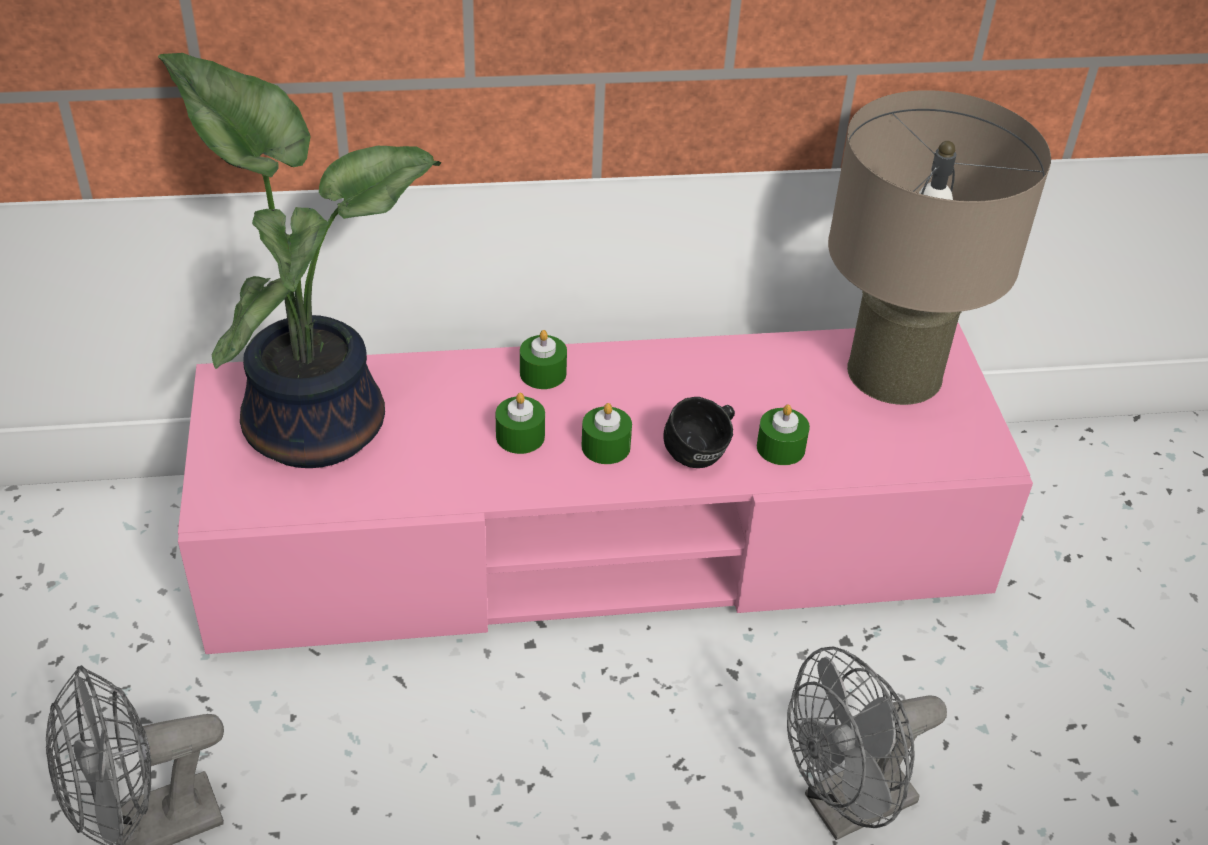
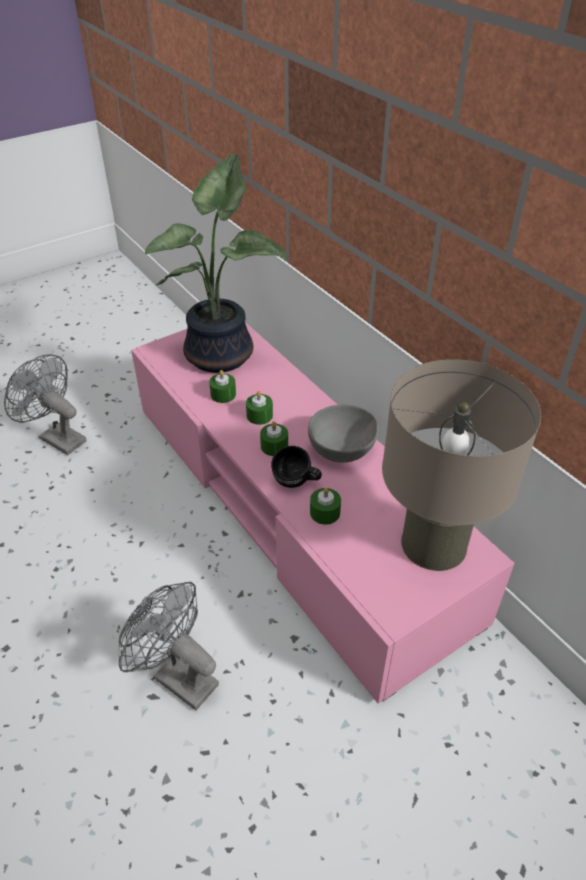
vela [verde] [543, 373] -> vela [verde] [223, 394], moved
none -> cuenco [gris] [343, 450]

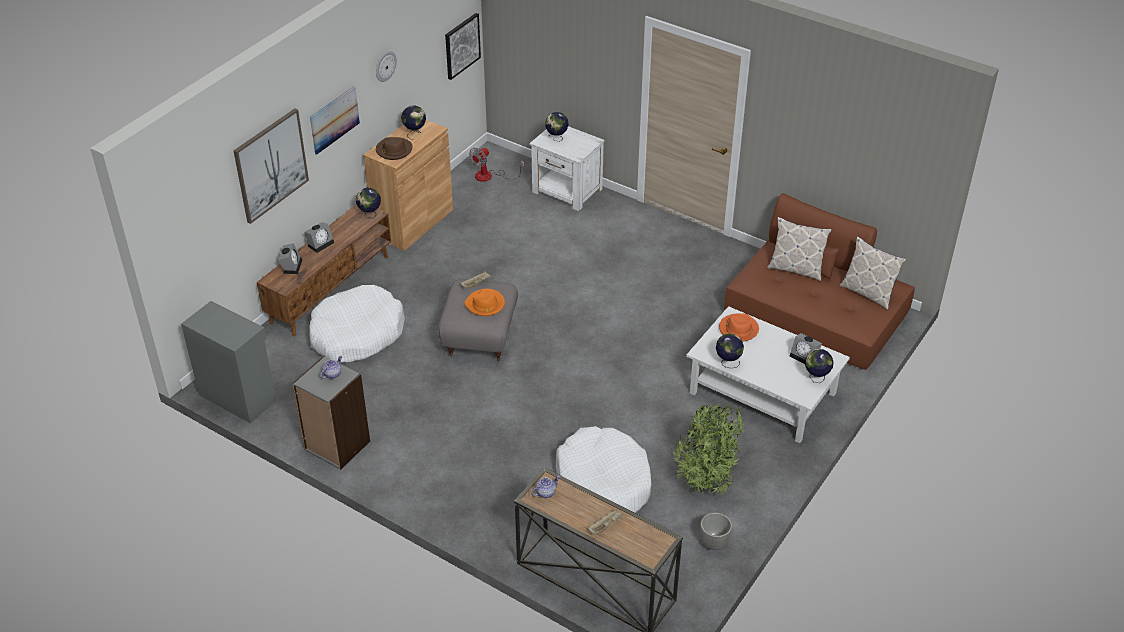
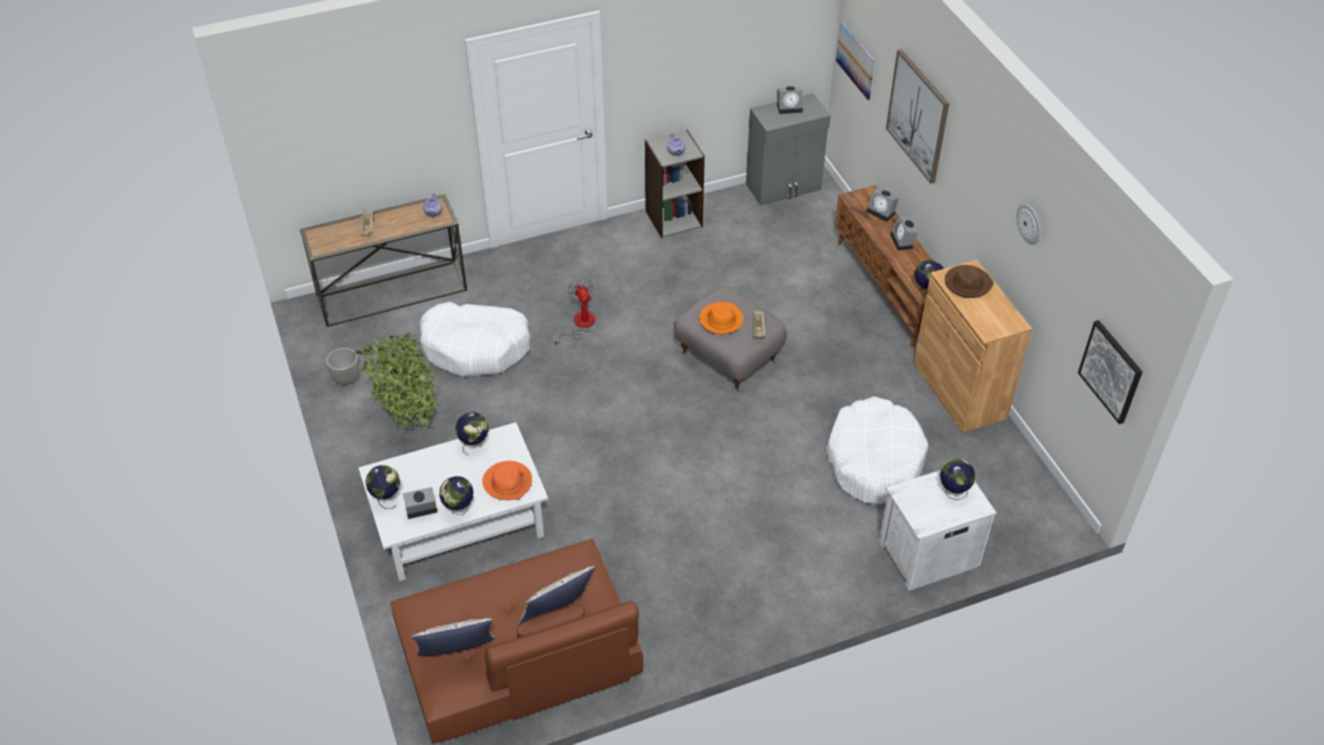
cama para perro [blanco] [356, 334] -> cama para perro [blanco] [874, 460], moved
cuadro [334, 120] -> cuadro [855, 60], moved
globo terráqueo [415, 133] -> globo terráqueo [459, 509], moved
ventilador [490, 176] -> ventilador [579, 325], moved
none -> despertador [790, 107]

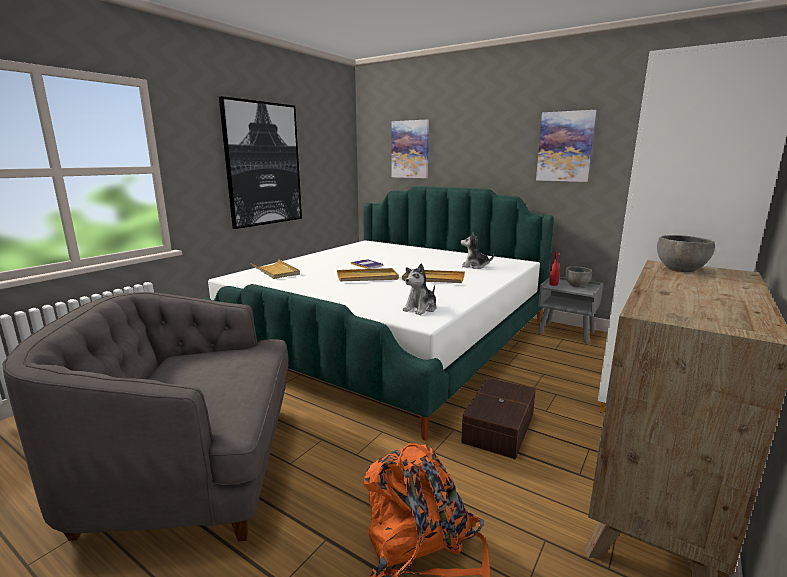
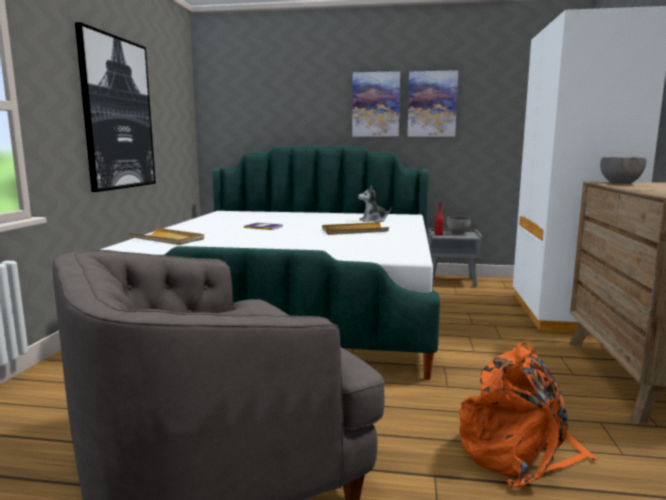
bandeja [beis] [367, 277] -> none
cuadro [410, 149] -> cuadro [375, 104], moved
peluche [421, 309] -> none
caja de almacenaje [marrón] [497, 428] -> none

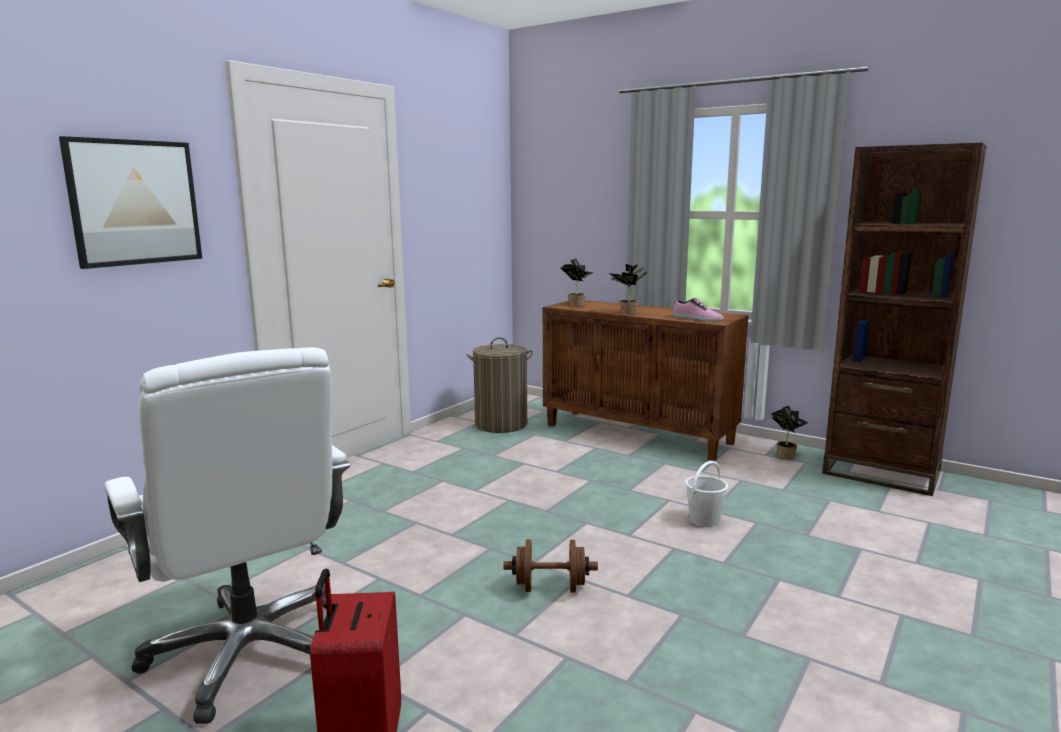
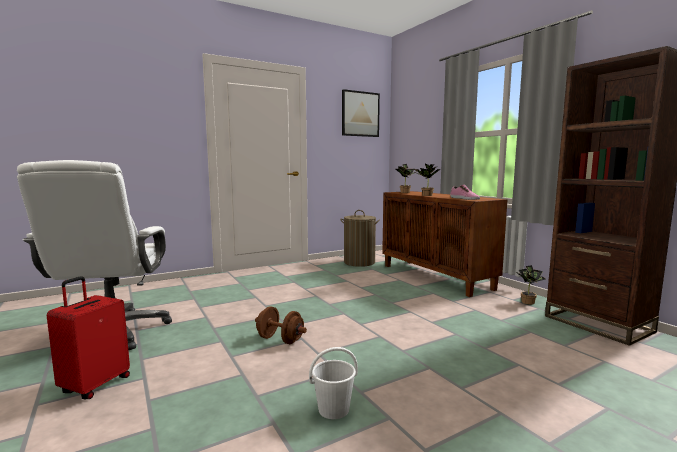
cuadro [135, 202] -> cuadro [360, 114], moved
cubo [blanco] [704, 520] -> cubo [blanco] [333, 409], moved

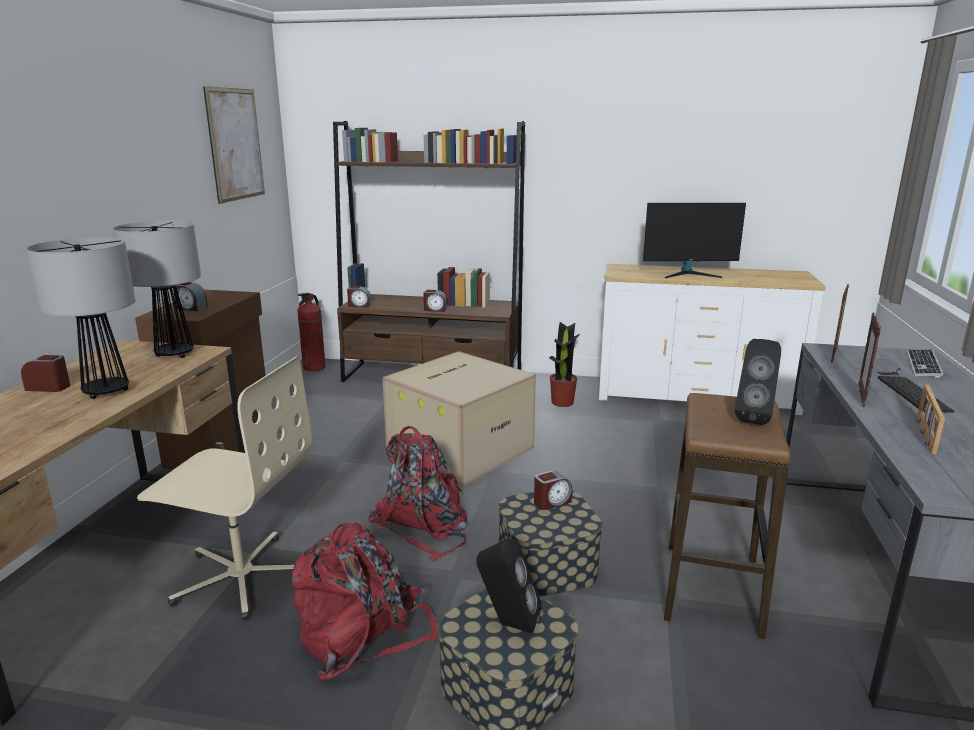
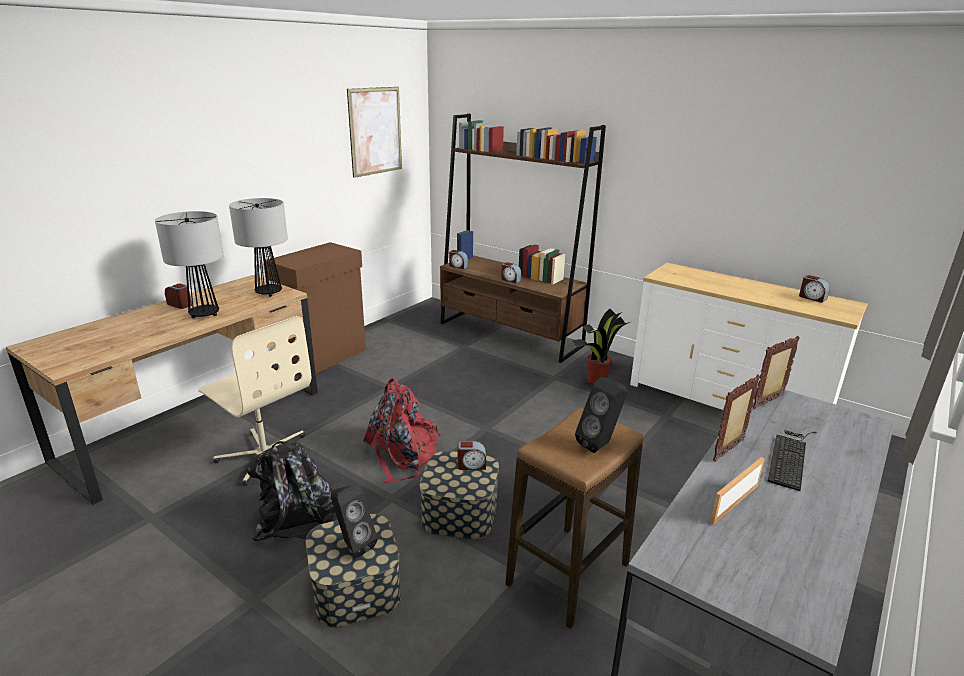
despertador [191, 308] -> despertador [812, 298], moved
mochila [rojo] [364, 634] -> mochila [negro] [302, 519]
extintor [314, 368] -> none
caja de cartón [460, 448] -> none
monitor [689, 274] -> none
teclado [923, 365] -> none

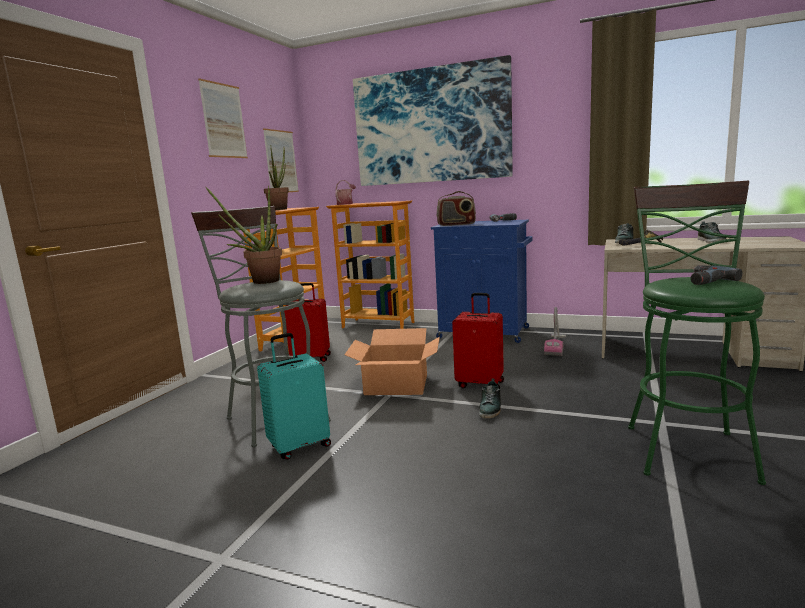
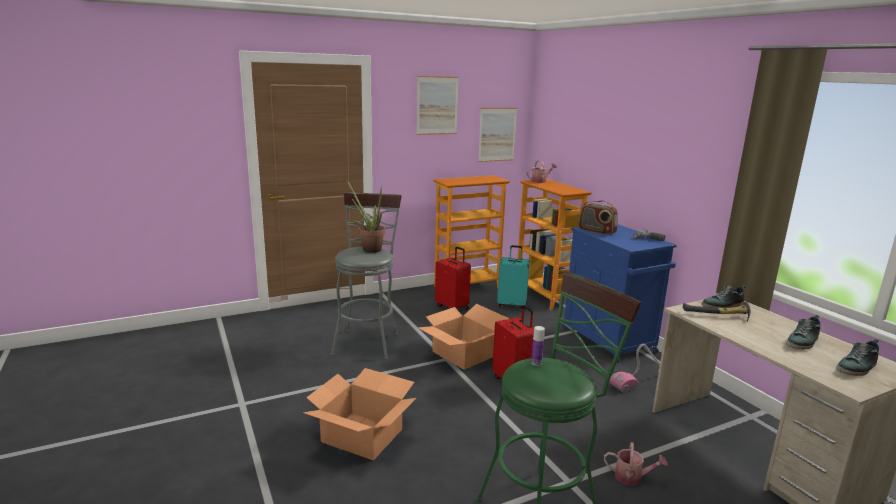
maleta [turquesa] [299, 446] -> maleta [turquesa] [512, 305], moved
planta en maceta [280, 209] -> none
cuadro [431, 126] -> none
zapato [490, 408] -> zapato [857, 367], moved
taladro [703, 280] -> none
none -> caja de cartón [362, 435]
none -> botella [536, 363]
none -> regadera [632, 477]

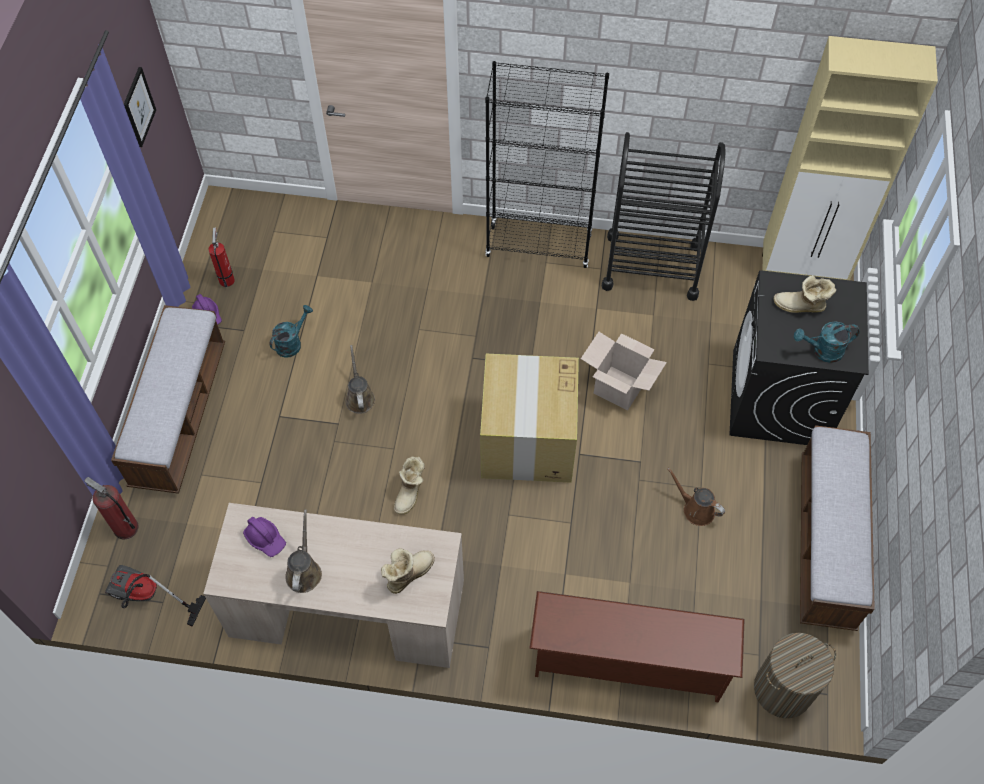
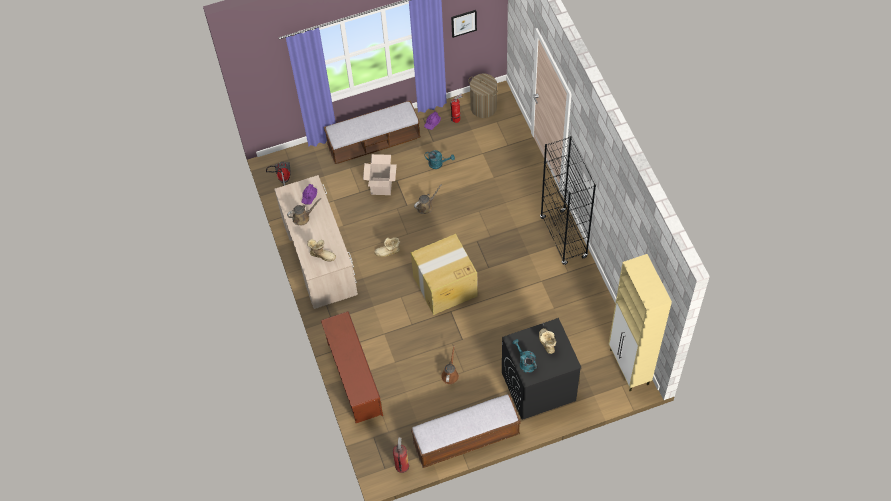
extintor [125, 528] -> extintor [402, 466], moved
caja de cartón [619, 388] -> caja de cartón [381, 186], moved
carrito [negro] [651, 266] -> none
cesto de la ropa [782, 689] -> cesto de la ropa [483, 107], moved

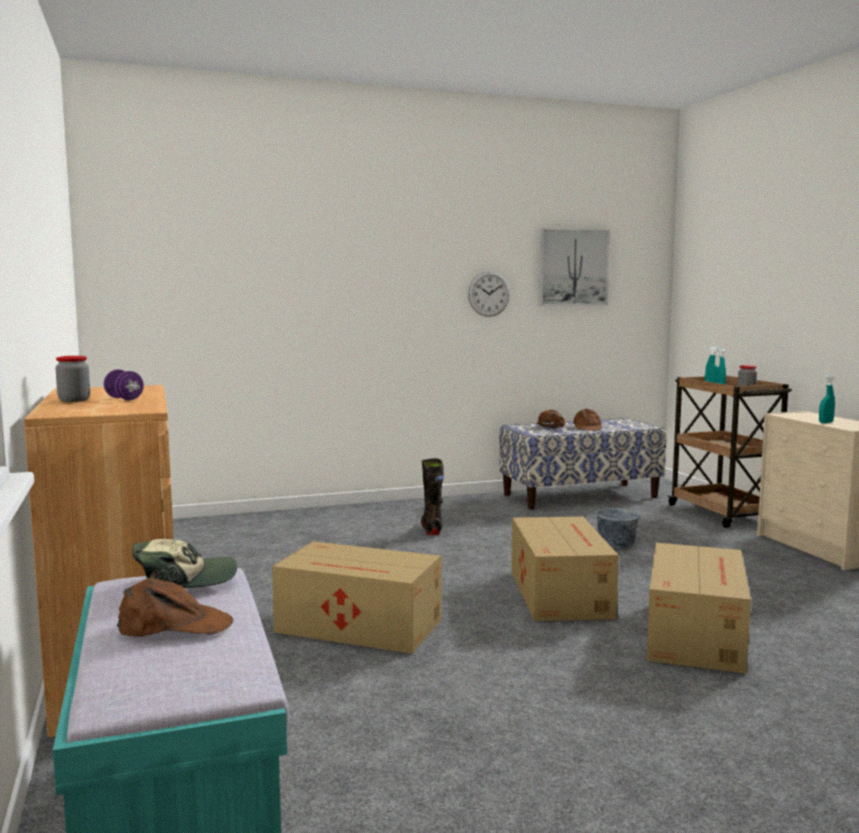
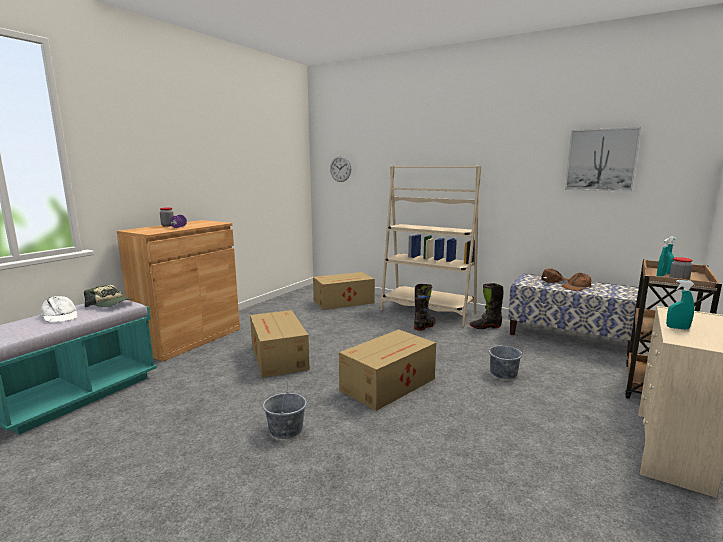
gorra [marrón] [175, 626] -> gorra [blanco] [60, 316]
reloj de pared [489, 294] -> reloj de pared [340, 168], moved
caja de cartón [696, 634] -> caja de cartón [344, 302], moved
none -> cubo [gris] [286, 429]
none -> estantería [beis] [428, 311]
none -> bota [negro] [485, 327]

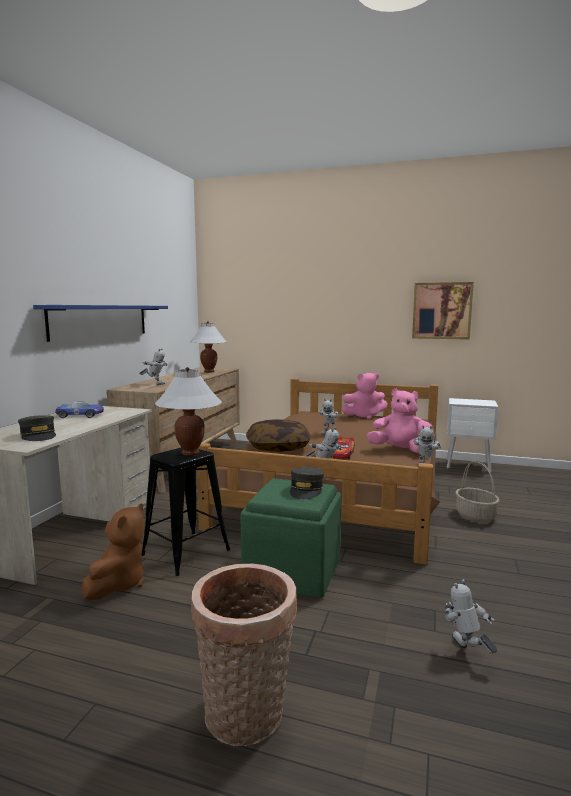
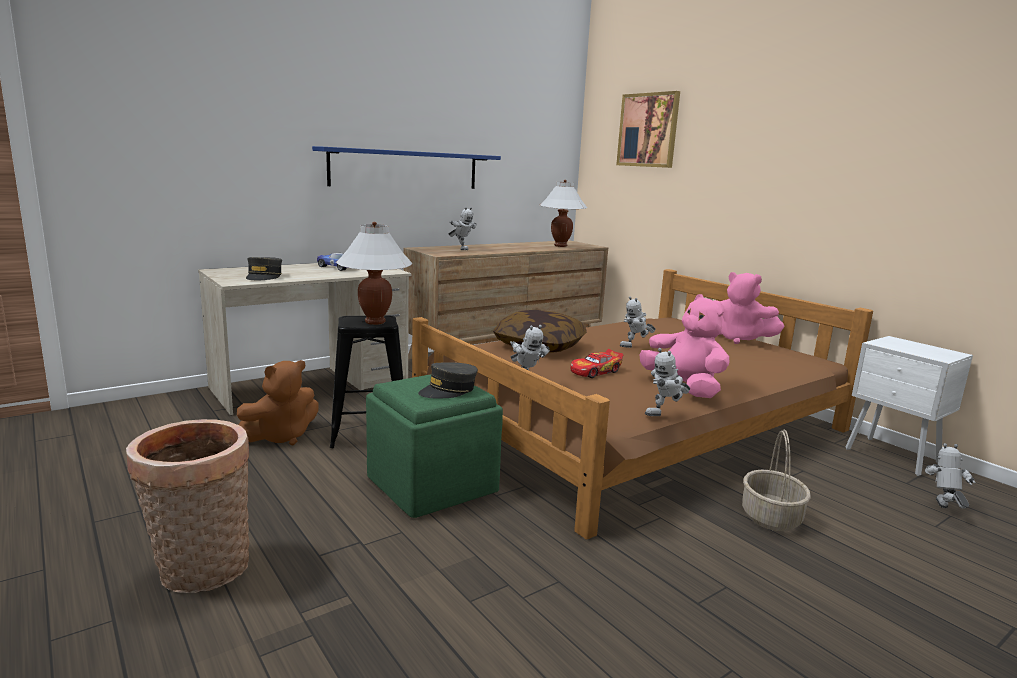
cuadro [442, 311] -> cuadro [648, 130], moved
robot de juguete [466, 652] -> robot de juguete [943, 510], moved

